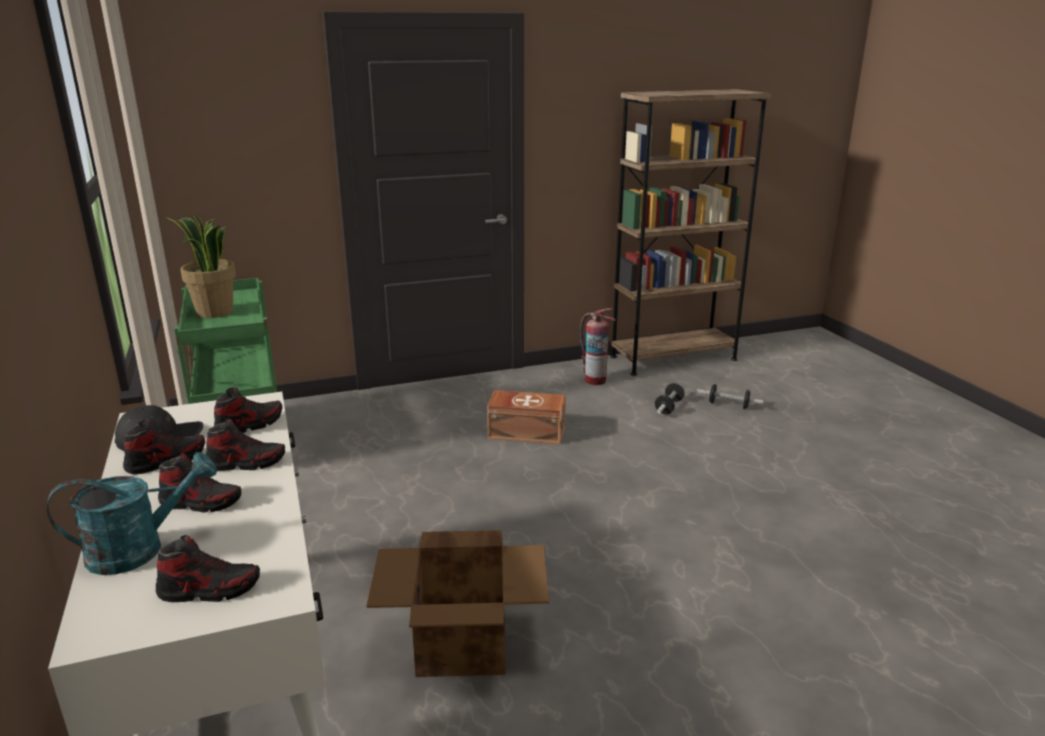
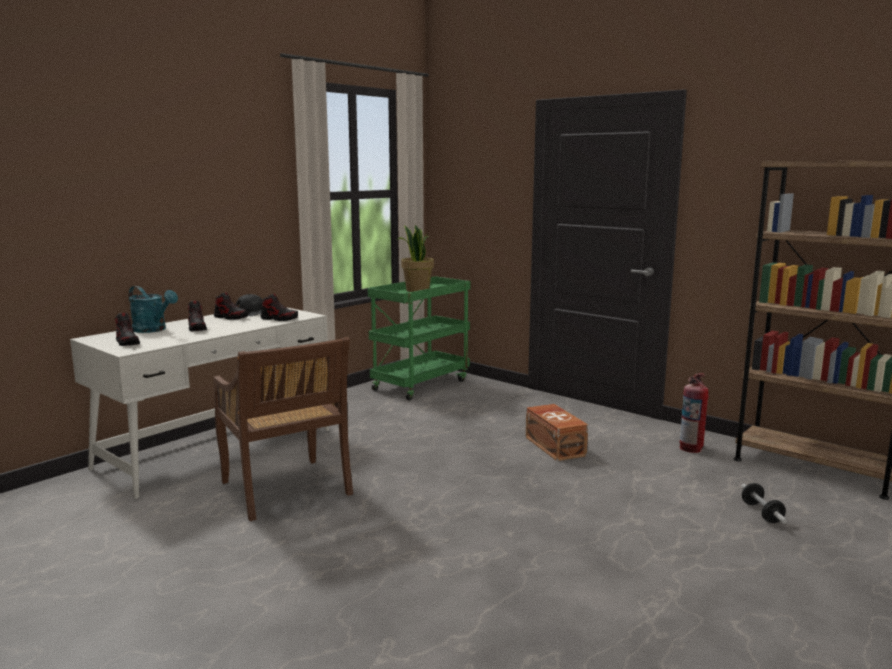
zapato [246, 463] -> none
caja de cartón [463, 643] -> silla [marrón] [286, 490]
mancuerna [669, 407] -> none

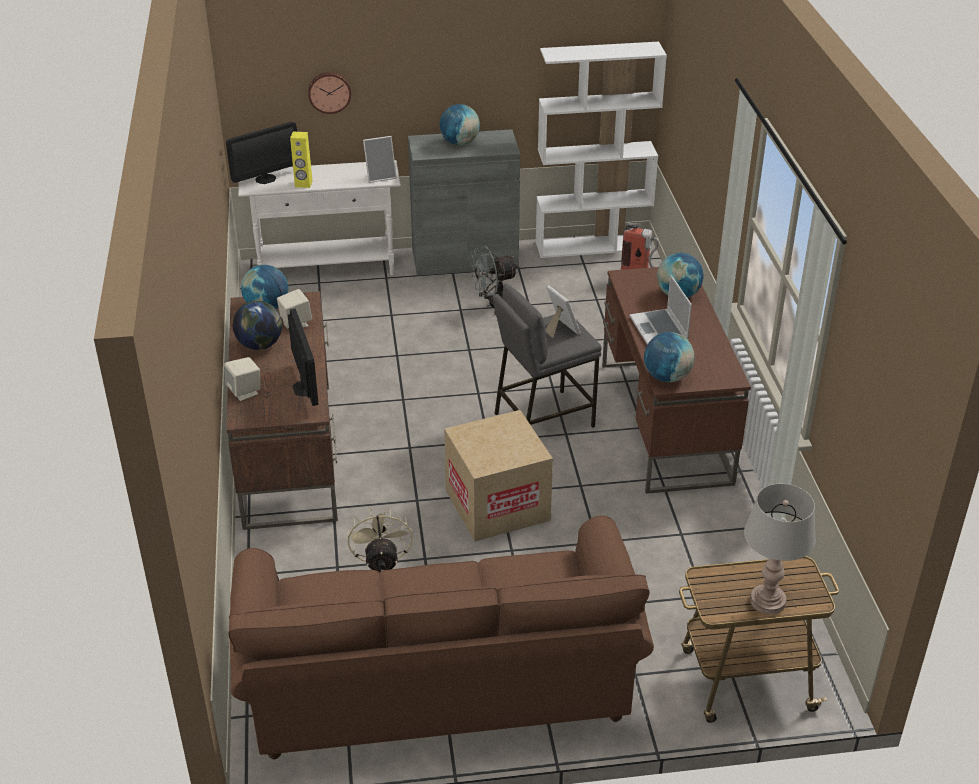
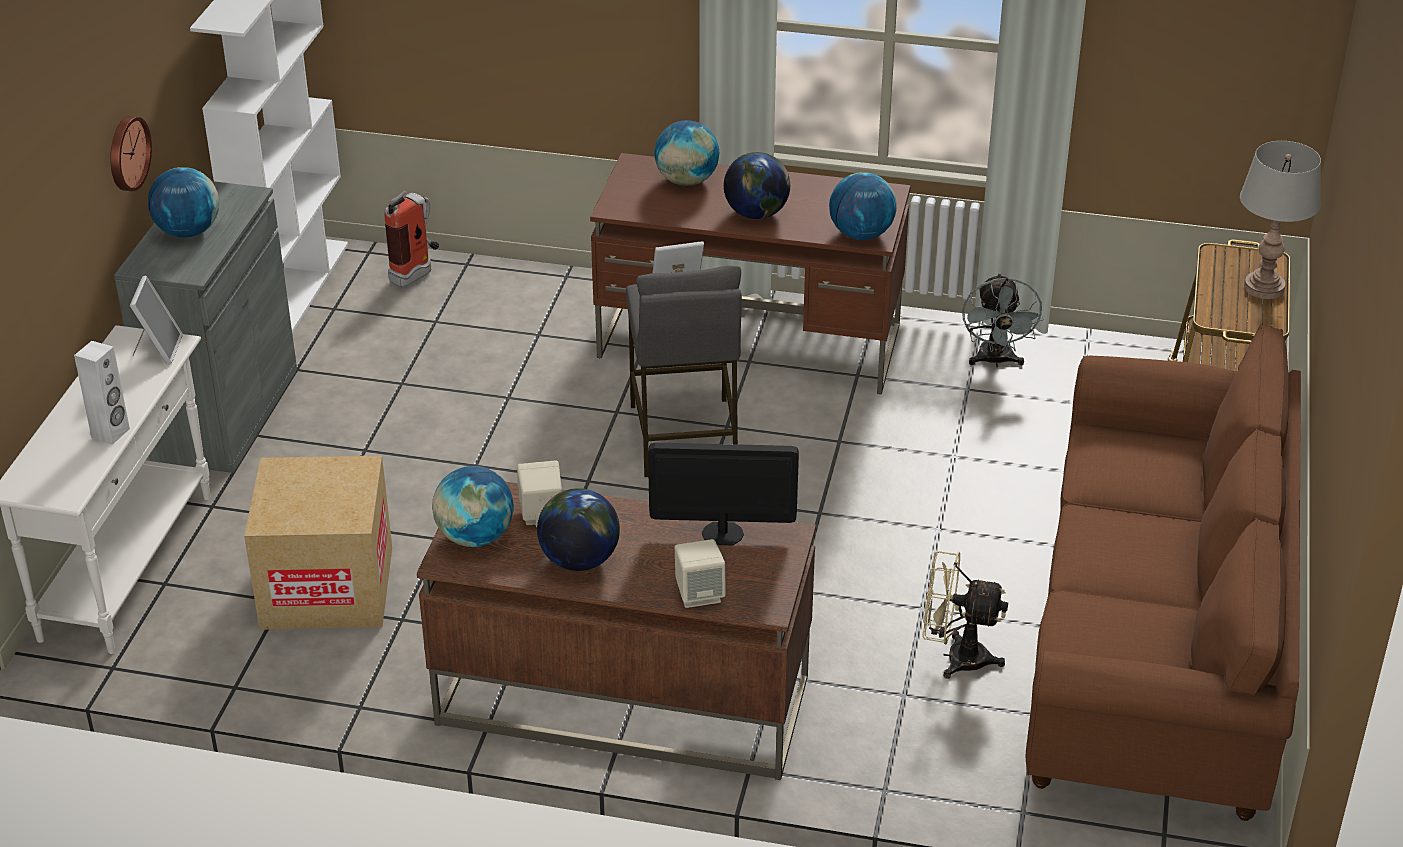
monitor [265, 179] -> none
altavoz [amarillo] [303, 184] -> altavoz [blanco] [111, 433]
reloj de pared [329, 92] -> reloj de pared [126, 153], moved
caja de cartón [497, 505] -> caja de cartón [327, 587], moved
ventilador [gris] [493, 305] -> ventilador [gris] [995, 361], moved
portátil [659, 330] -> globo terráqueo [756, 213]

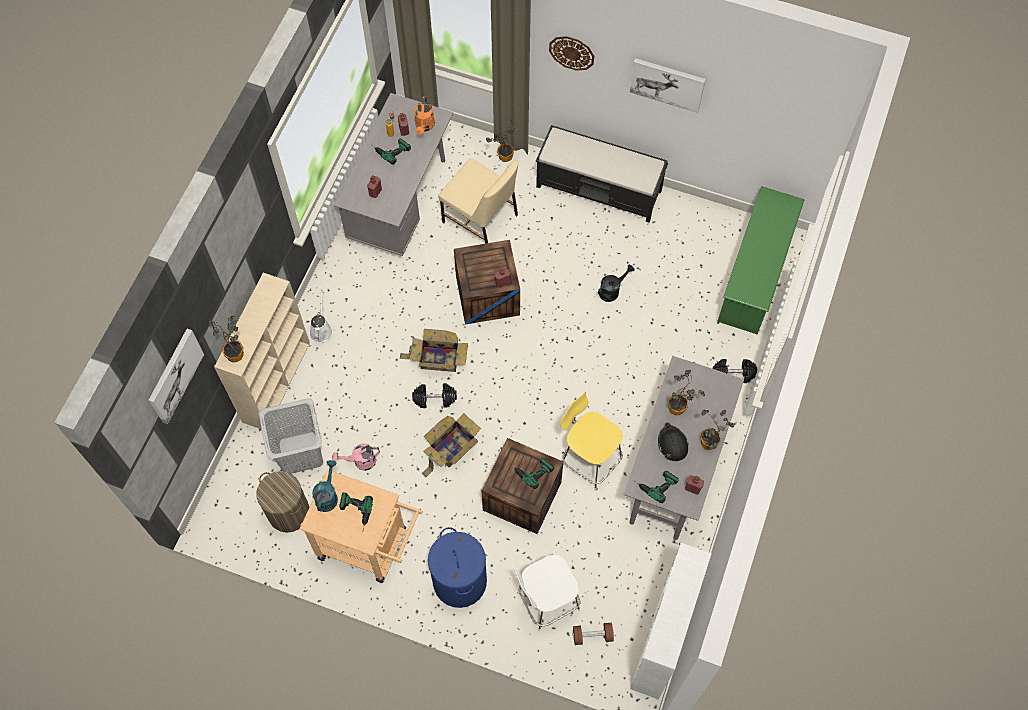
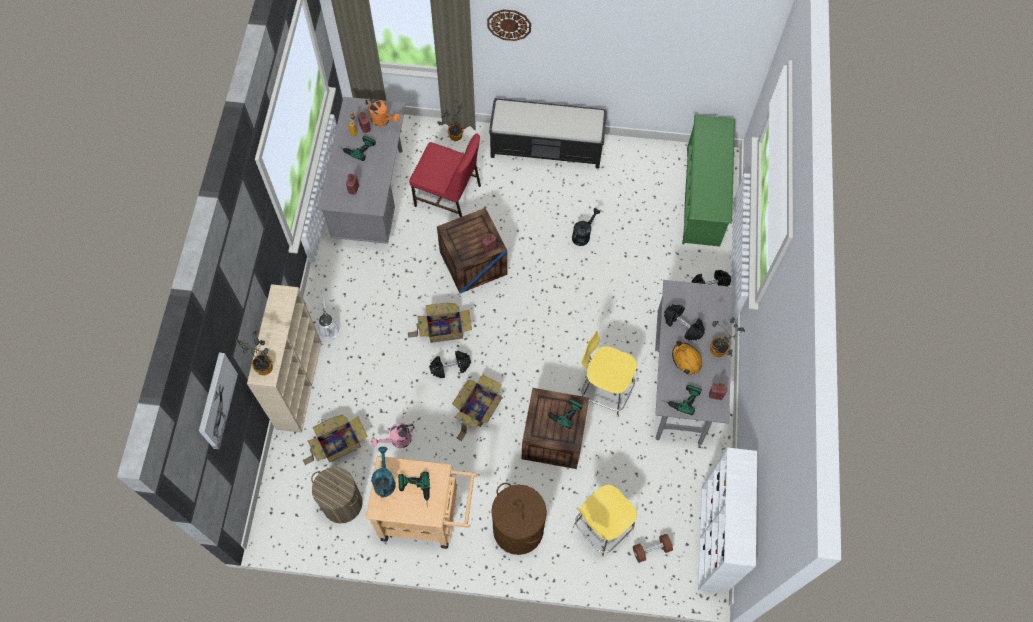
cesto de la ropa [gris] [300, 452] -> caja de cartón [338, 445]
regadera [naranja] [424, 126] -> regadera [naranja] [383, 120], 45 degrees counterclockwise
cesto de la ropa [azul] [459, 581] -> cesto de la ropa [marrón] [518, 529]
silla [beis] [481, 220] -> silla [rojo] [448, 197]
taburete [blanco] [546, 601] -> taburete [amarillo] [601, 528]
cuadro [667, 83] -> none
casco [negro] [672, 444] -> casco [naranja] [686, 360]
planta en maceta [679, 408] -> mancuerna [negro] [683, 325]

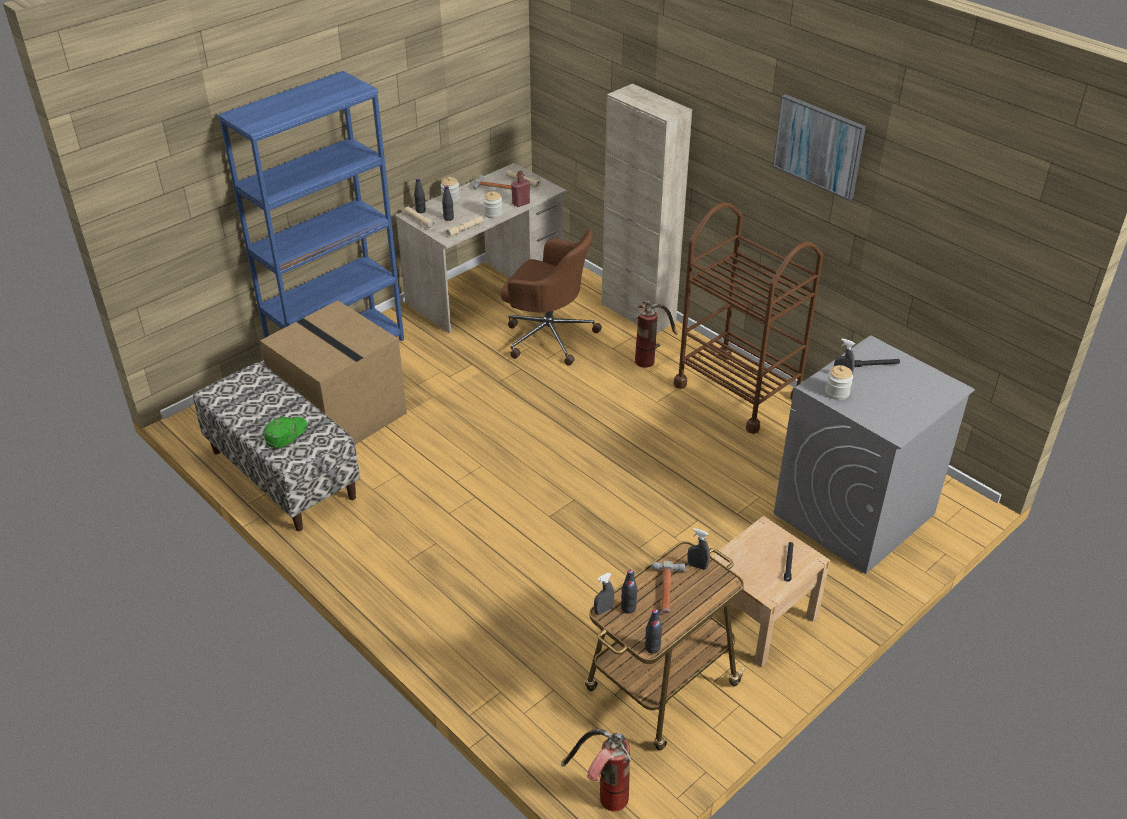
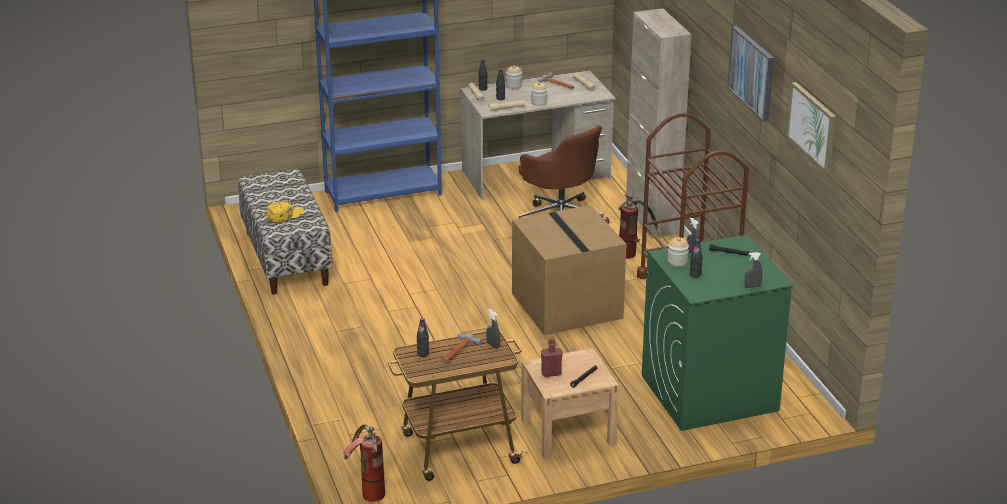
caja de cartón [343, 414] -> caja de cartón [568, 306], moved
gorra [verde] [286, 433] -> gorra [amarillo] [284, 215]
botella [rojo] [521, 203] -> botella [rojo] [551, 373], moved
pulverizador [gris] [603, 610] -> pulverizador [gris] [752, 287], moved
botella [negro] [652, 648] -> botella [negro] [695, 275], moved
lavadora [gris] [854, 514] -> lavadora [verde] [708, 393]
none -> cuadro [812, 126]

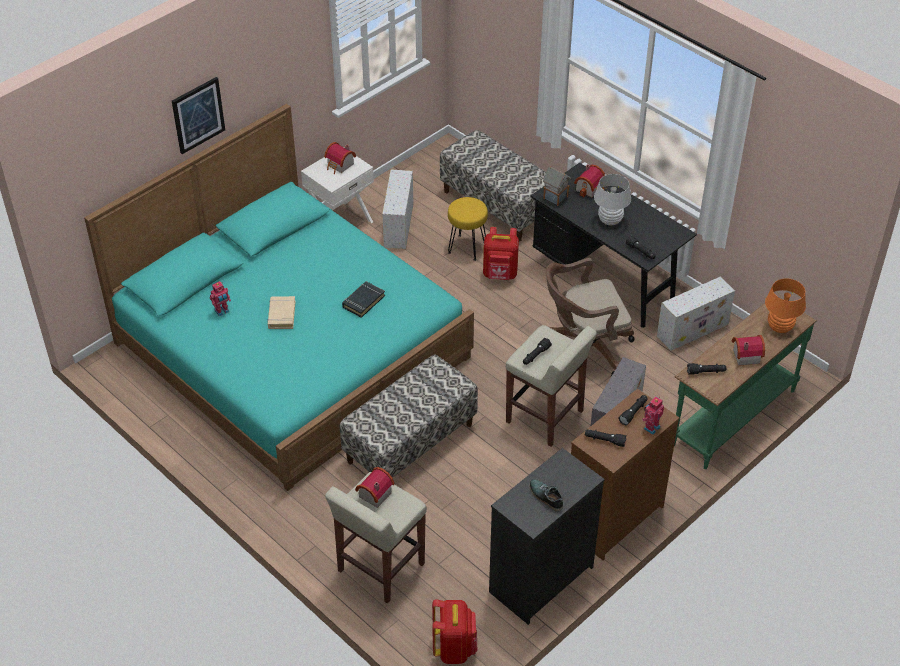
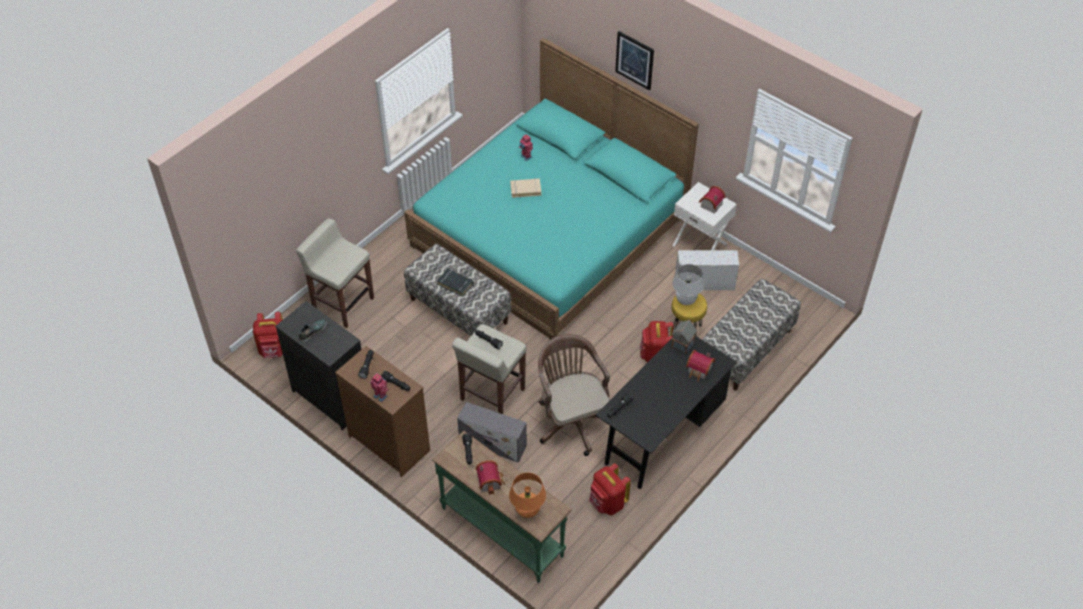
libro [negro] [363, 301] -> libro [negro] [455, 284], moved
casita [373, 494] -> none
lámpara de mesa [blanco] [610, 221] -> lámpara de mesa [blanco] [686, 300], moved
caja de almacenaje [blanco] [693, 329] -> mochila [rojo] [607, 503]

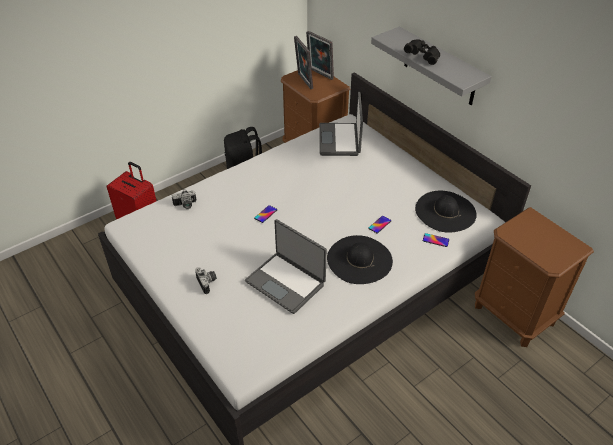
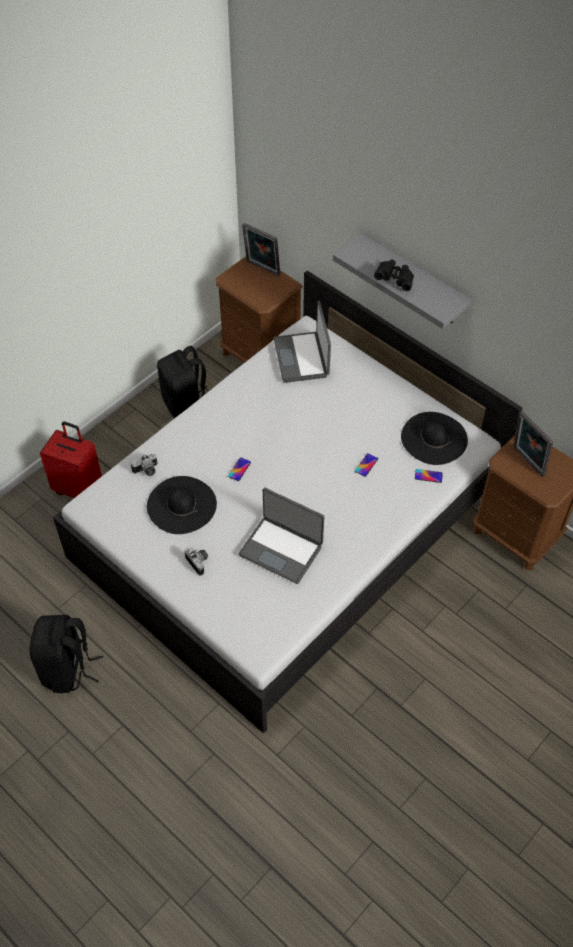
portarretratos [303, 81] -> portarretratos [526, 462], moved
sombrero [negro] [359, 259] -> sombrero [negro] [181, 505], moved
none -> mochila [negro] [68, 668]

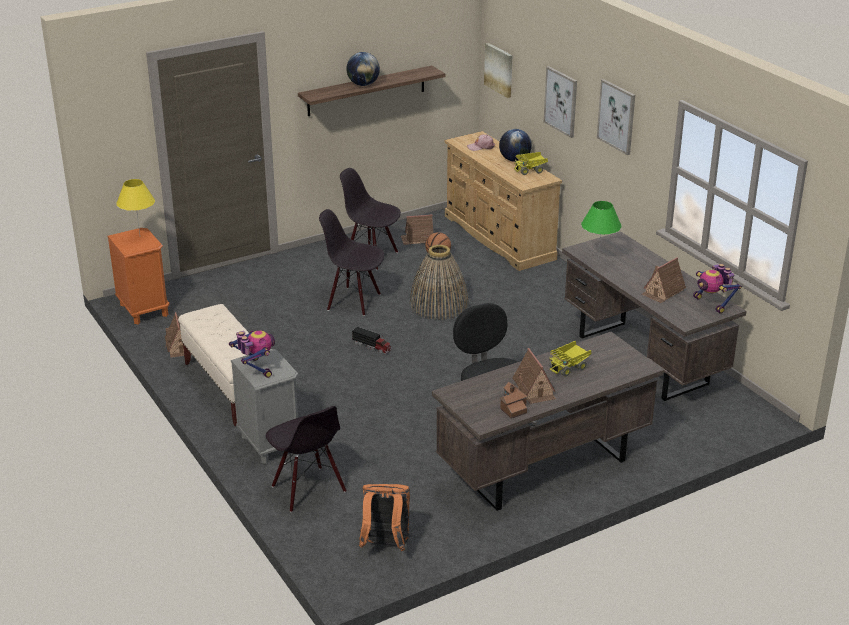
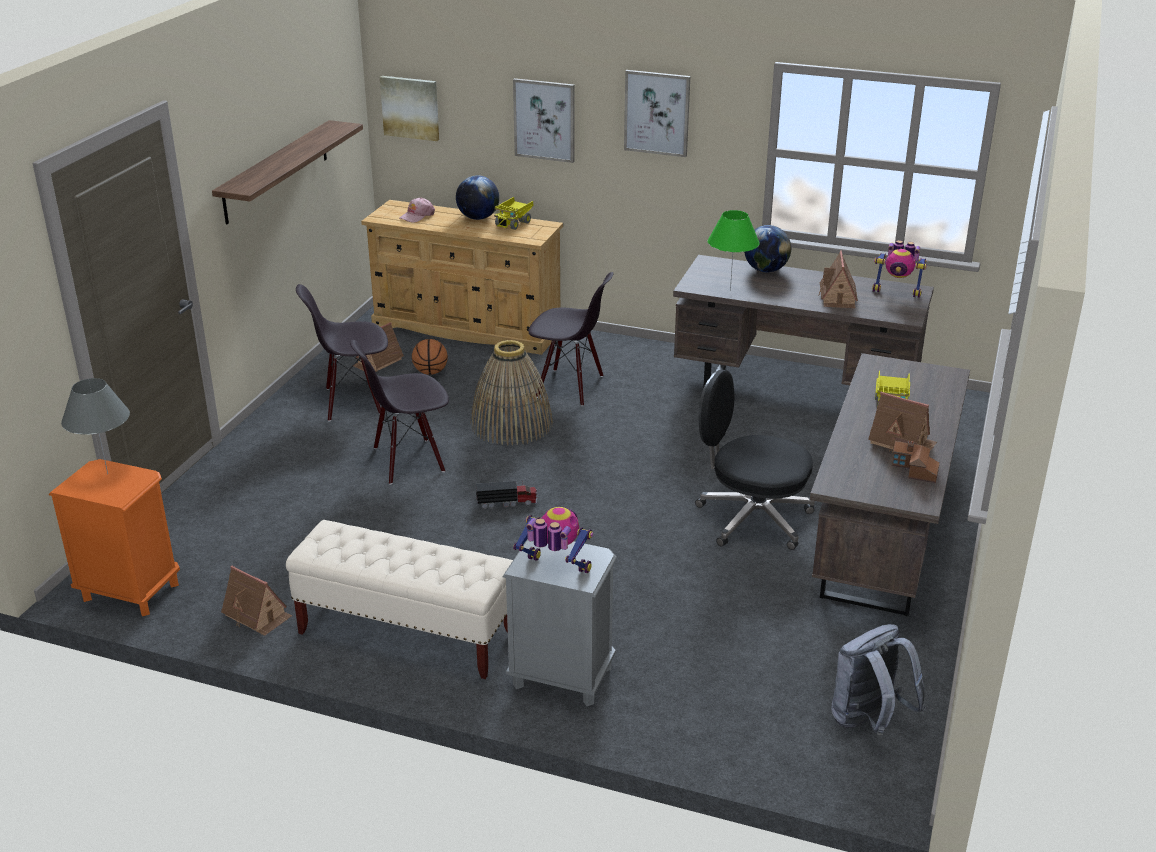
lámpara de mesa [amarillo] [140, 237] -> lámpara de mesa [gris] [108, 474]
silla [negro] [308, 489] -> silla [negro] [569, 387], moved
globo terráqueo [363, 84] -> globo terráqueo [766, 270], moved
mochila [naranja] [385, 546] -> mochila [gris] [868, 722]

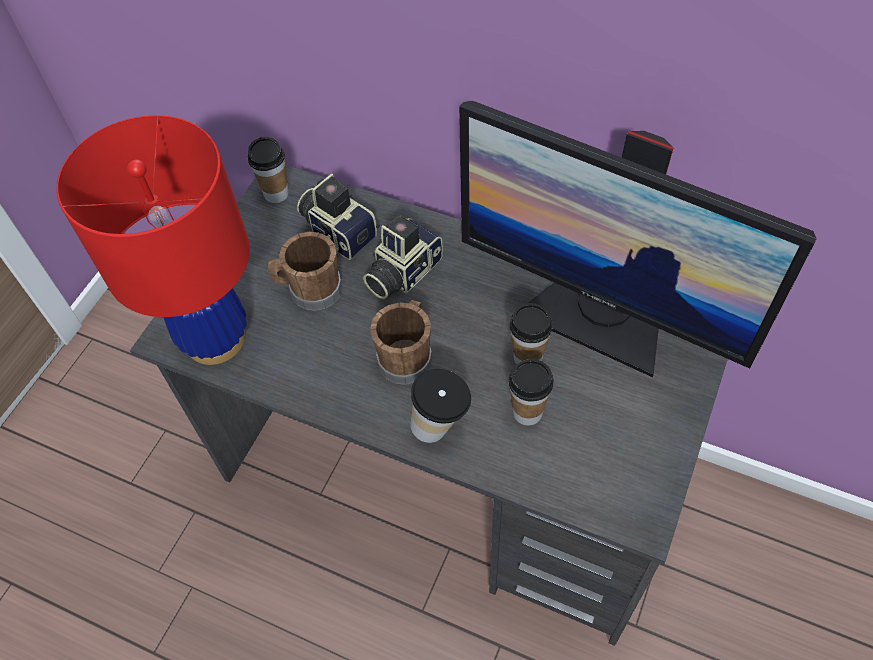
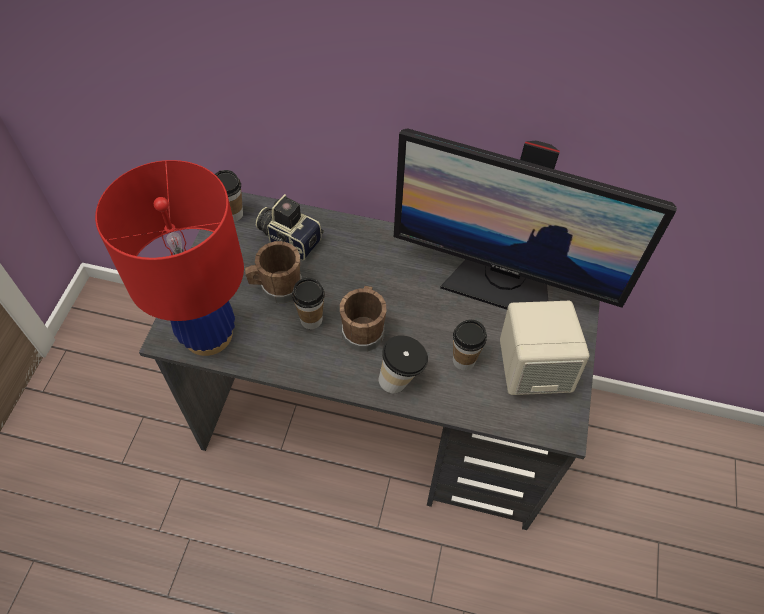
cámara [401, 272] -> none
taza [527, 357] -> taza [311, 320], moved
none -> altavoz [beis] [531, 370]

